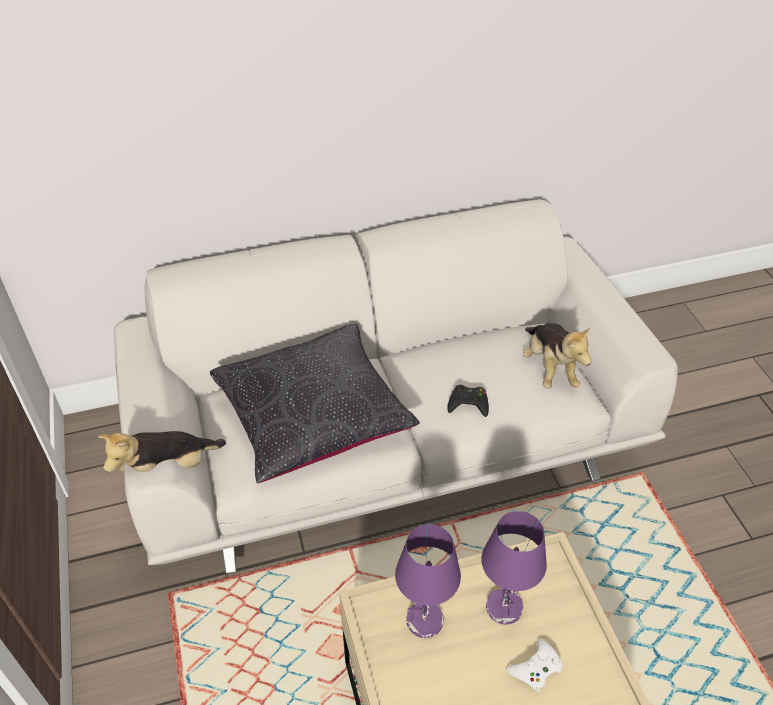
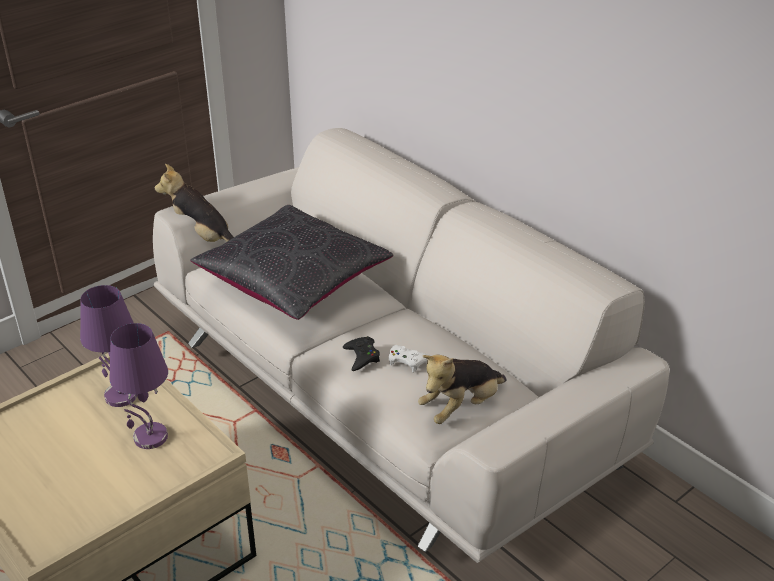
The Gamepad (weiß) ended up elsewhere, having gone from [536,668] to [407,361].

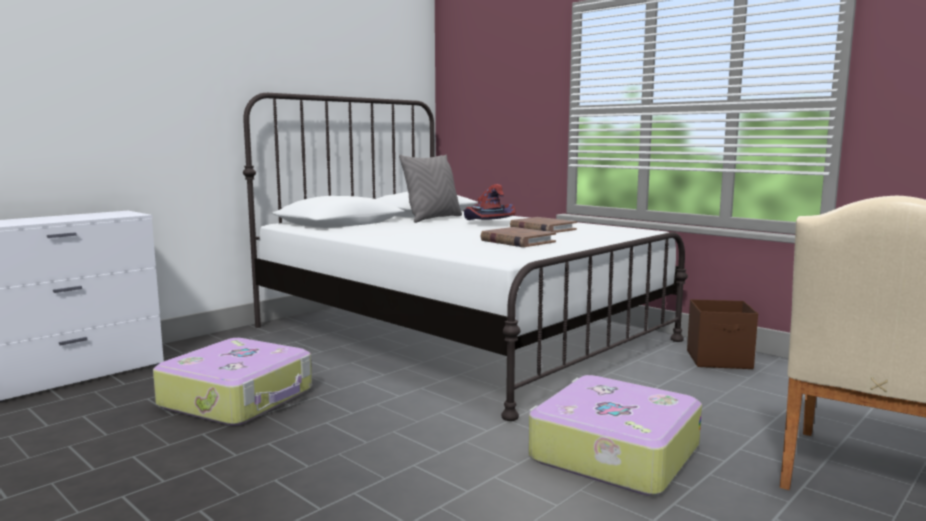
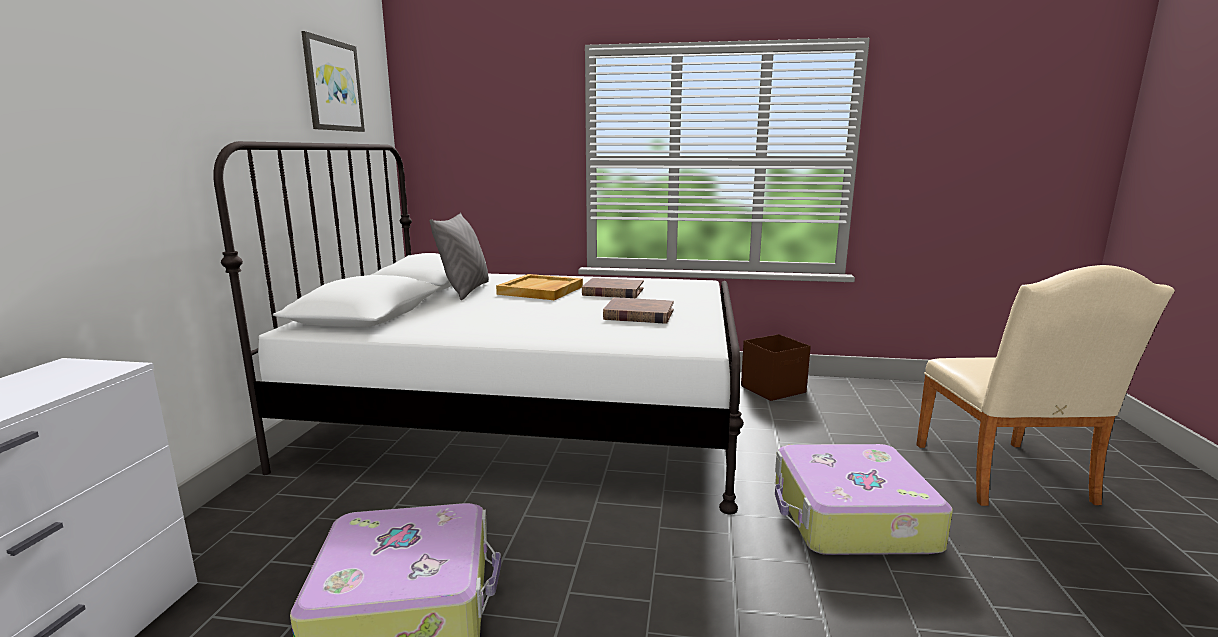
The second view gained the Bild at [333,85]. Where the Hut (rot) stood at [487,223], the Tablett (beige) came to stand at [541,290].

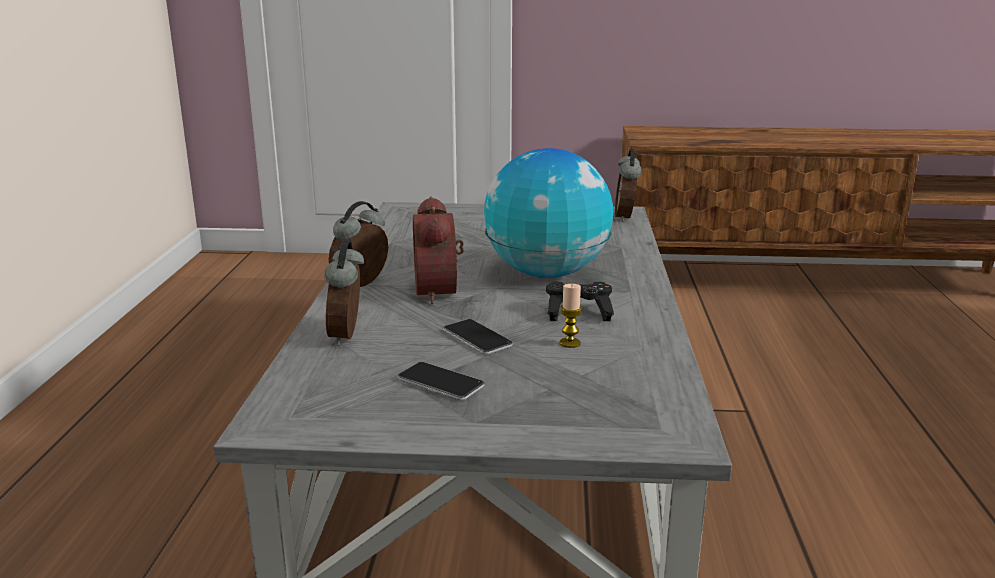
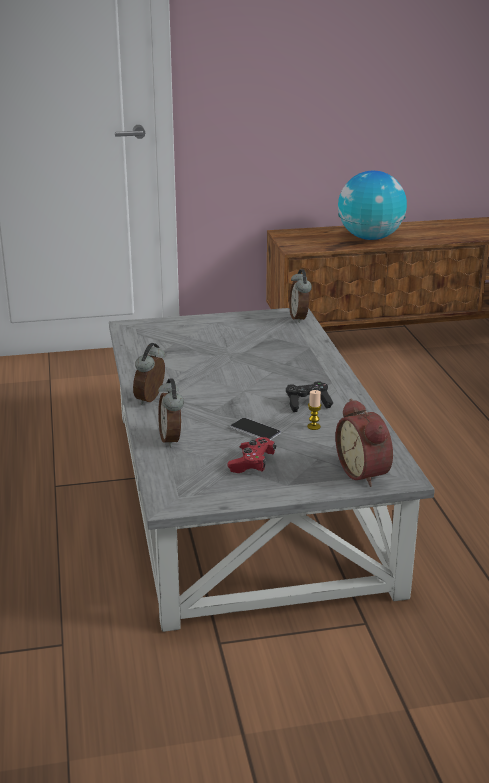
The Wecker ended up elsewhere, having gone from [441,291] to [365,472]. The Globus ended up elsewhere, having gone from [547,273] to [370,238]. Where the Handy stood at [440,383], the Gamepad (rot) came to stand at [252,463].

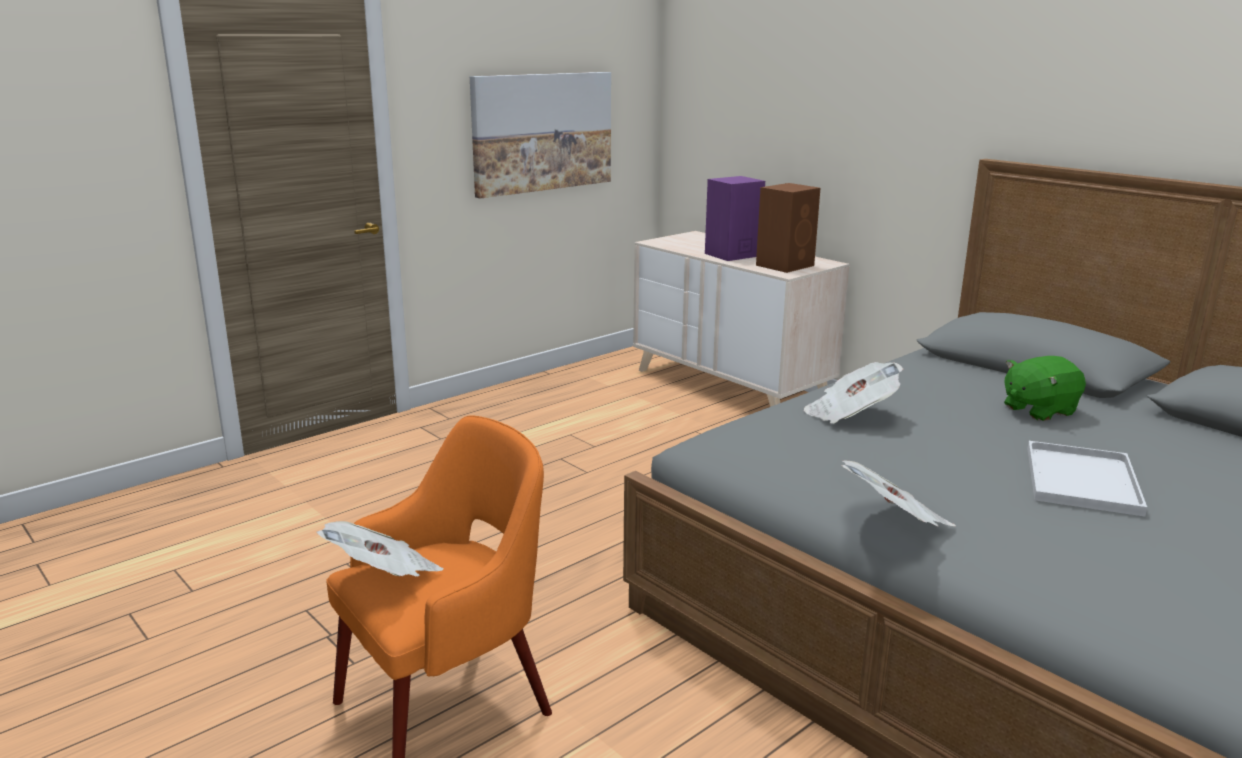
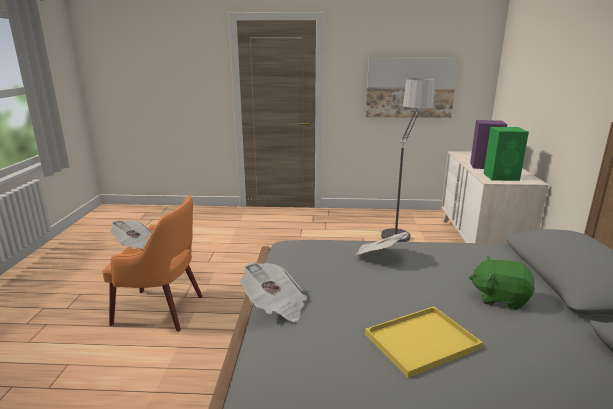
The second view gained the Stehlampe at [400,229]. What was the Lautsprecher (braun) at [786,265] turned into the Lautsprecher (grün) at [502,177]. What was the Tablett (weiß) at [1080,478] turned into the Tablett (gelb) at [422,340].

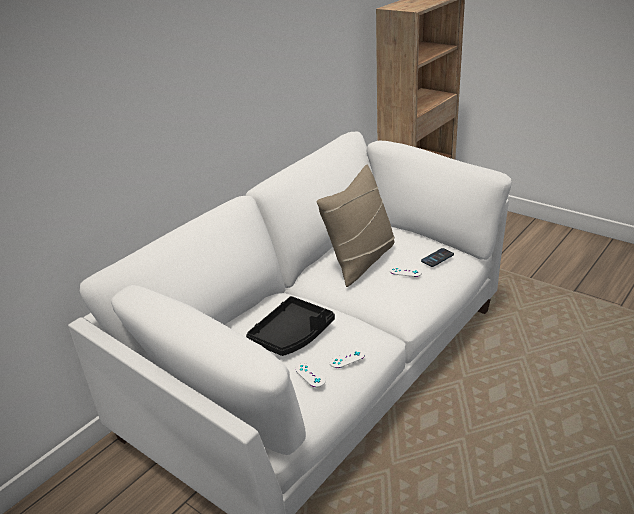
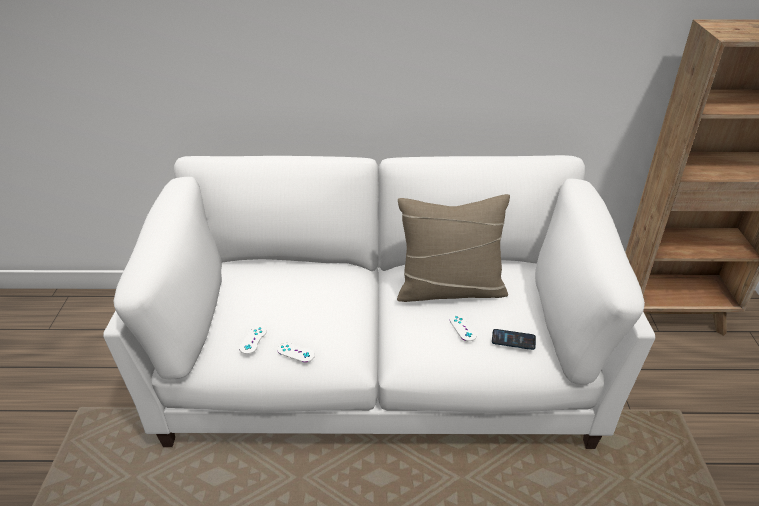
The second view lost the Tablett (schwarz) at [292,335].

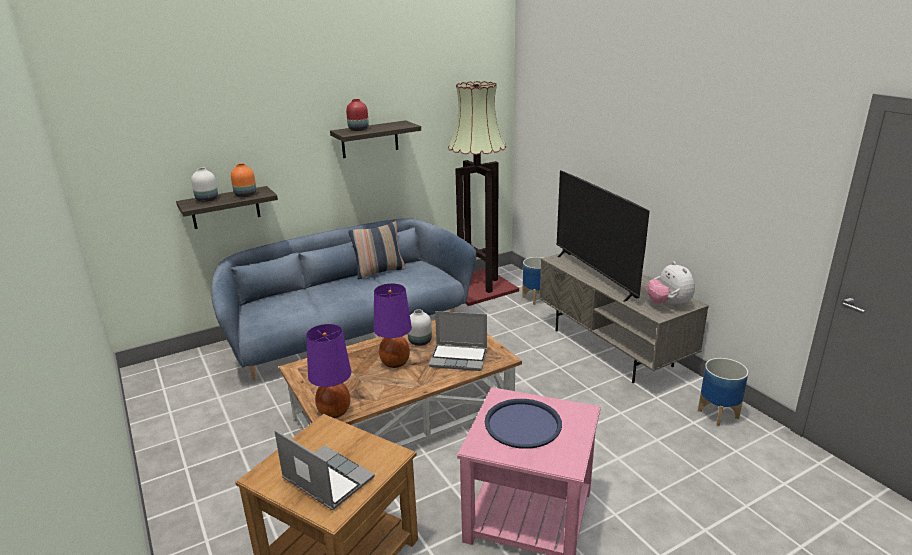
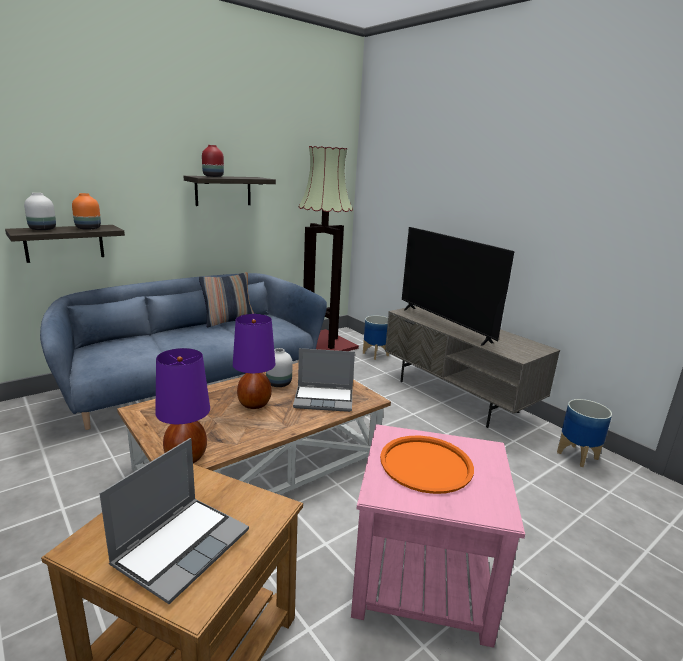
The second view lost the Plüschtier at [668,304]. What was the Tablett (blau) at [523,424] turned into the Tablett (orange) at [426,464]. The Laptop at [326,479] ended up facing another way, 90 degrees clockwise from before.

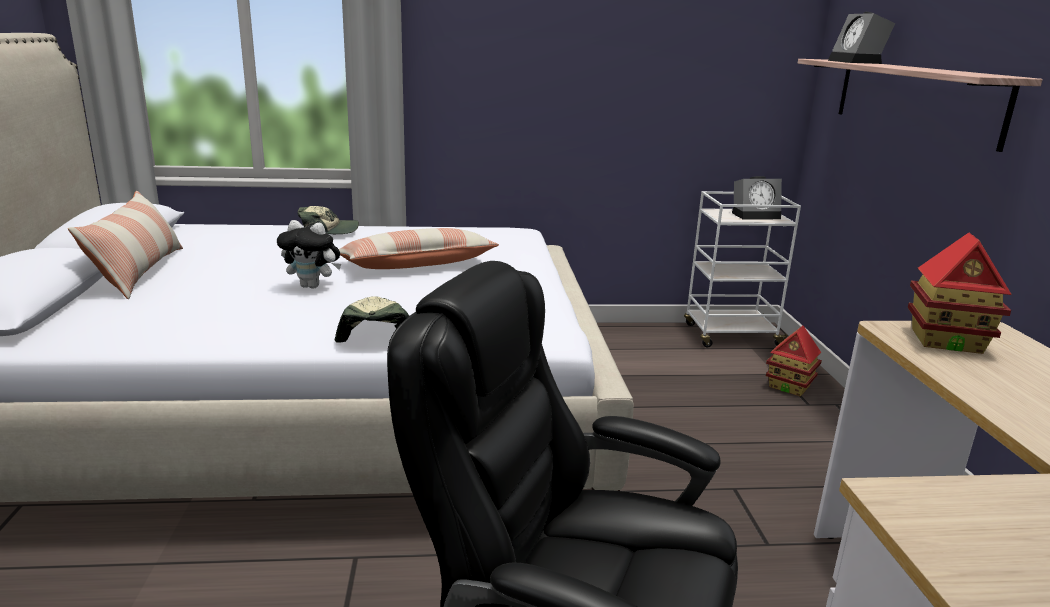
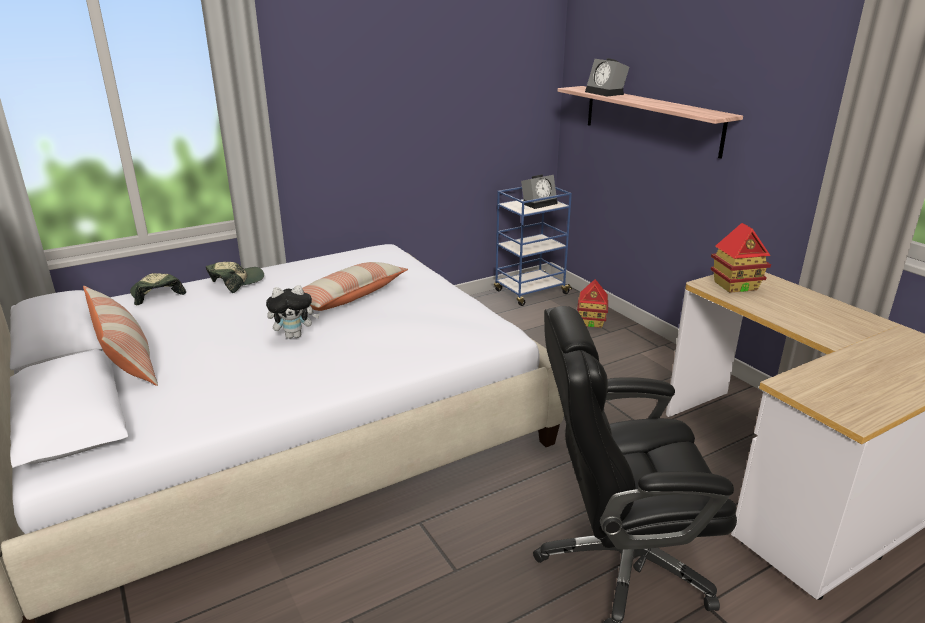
The Kappe ended up elsewhere, having gone from [375,330] to [156,294]. What was the Rollwagen (weiß) at [730,335] turned into the Rollwagen (blau) at [530,292].

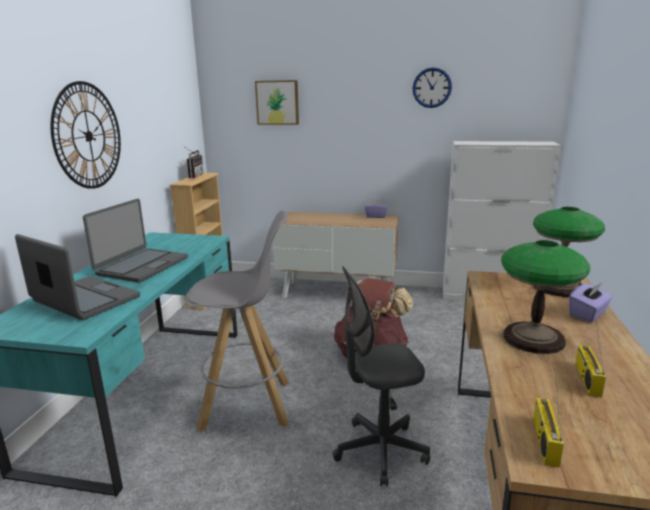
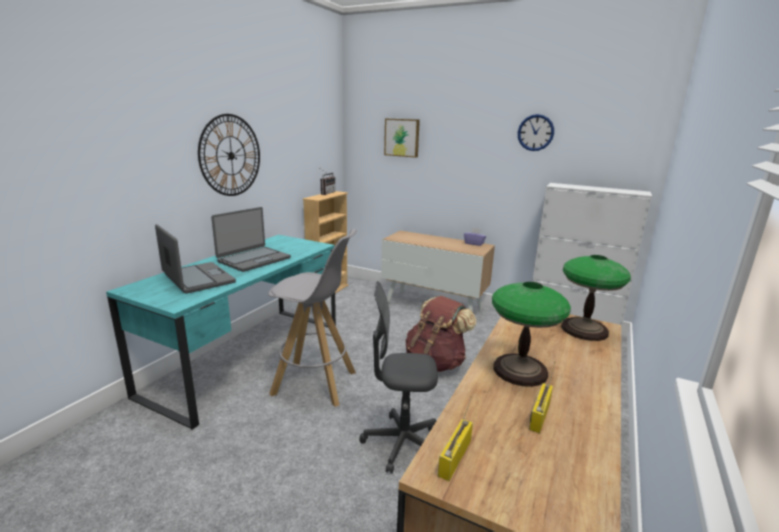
The second view lost the Taschentuchbox (lila) at [588,314].

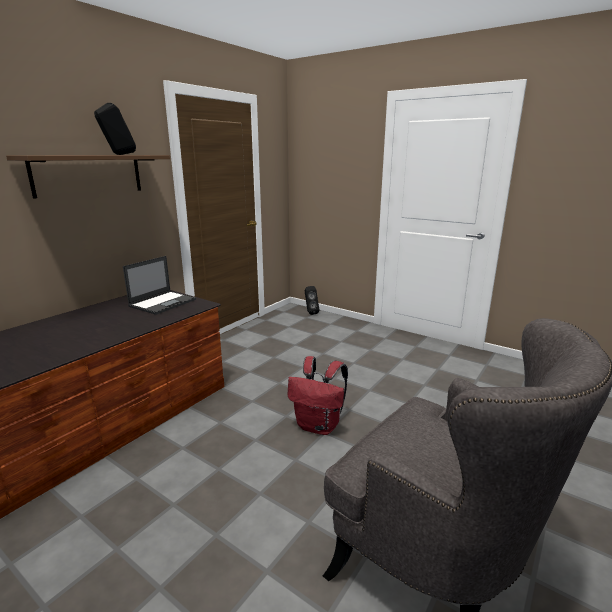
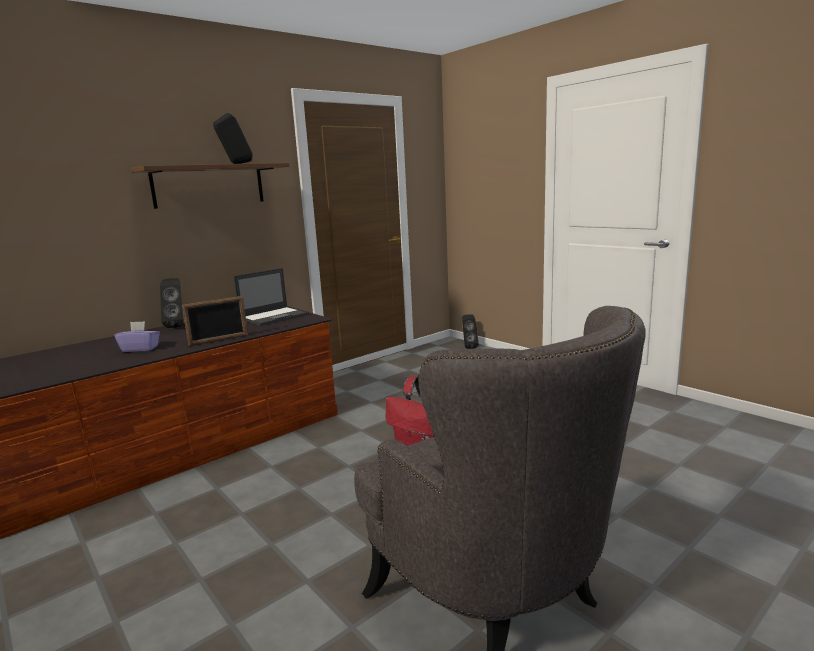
The second view gained the Taschentuchbox (lila) at [140,349]. The second view gained the Lautsprecher (schwarz) at [177,326]. The second view gained the Bilderrahmen at [219,340].

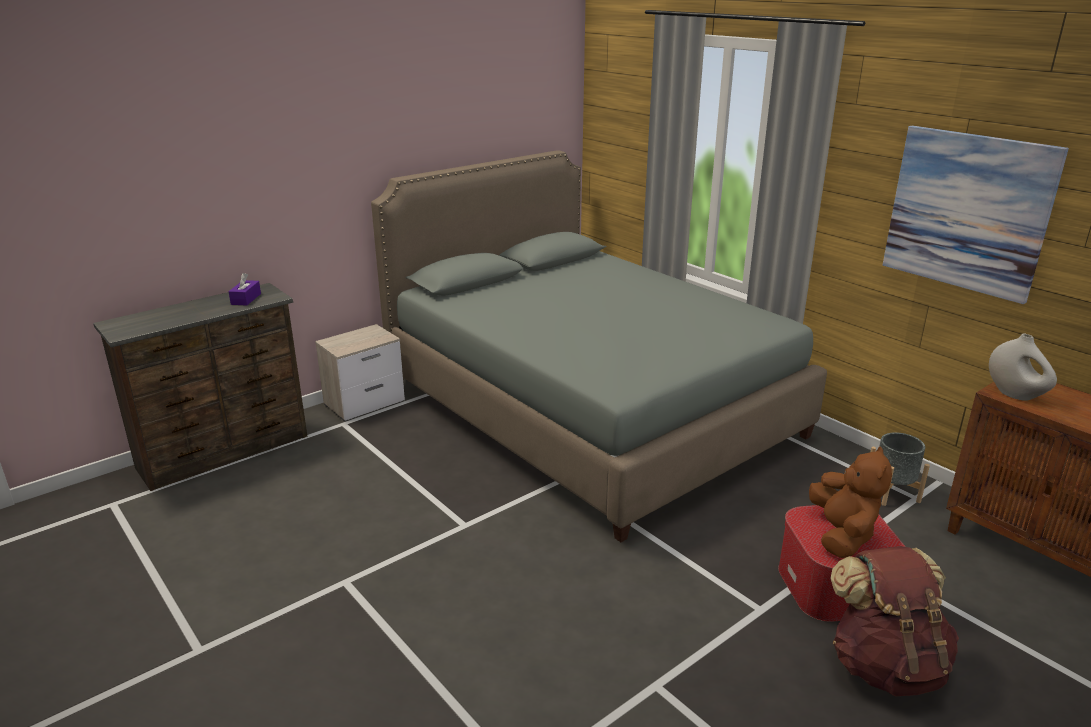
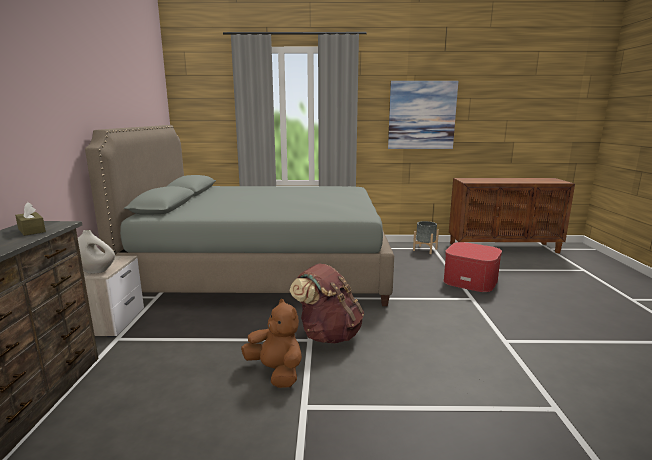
The Plüschtier (braun) ended up elsewhere, having gone from [842,535] to [276,372]. The Rucksack (braun) ended up elsewhere, having gone from [885,665] to [328,335]. The Vase (weiß) ended up elsewhere, having gone from [1015,394] to [96,271]. What was the Taschentuchbox (lila) at [246,299] turned into the Taschentuchbox (braun) at [31,230].

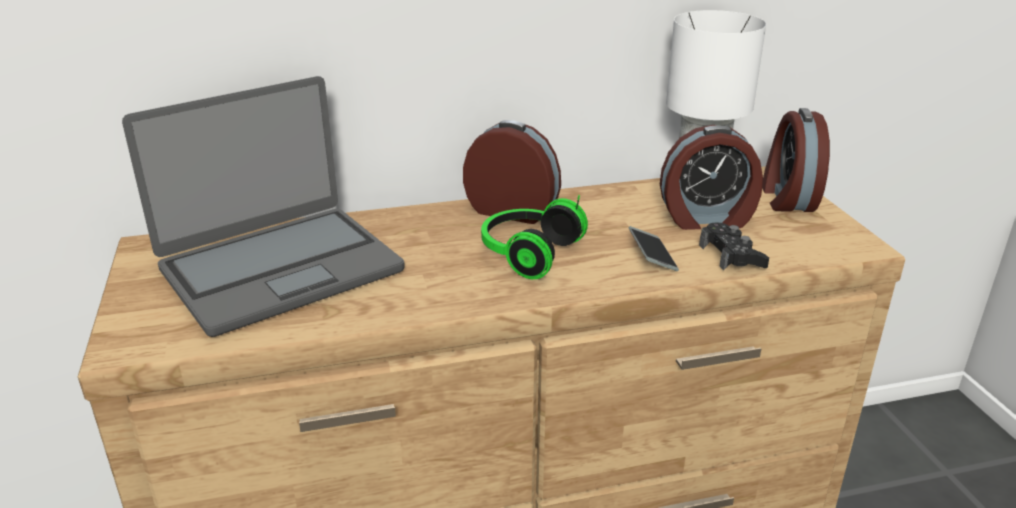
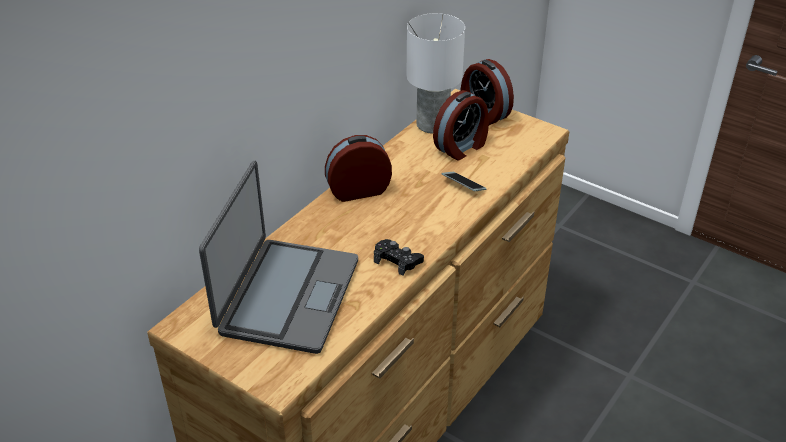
The second view lost the Kopfhörer at [527,253]. The Gamepad (schwarz) ended up elsewhere, having gone from [732,255] to [397,260].

